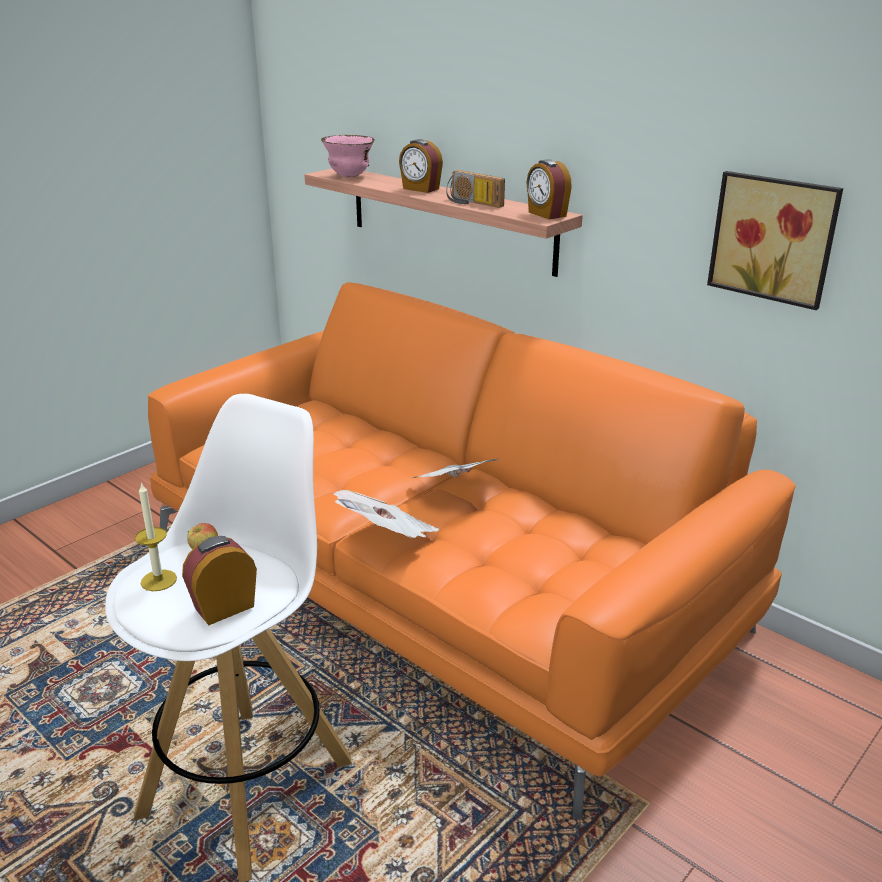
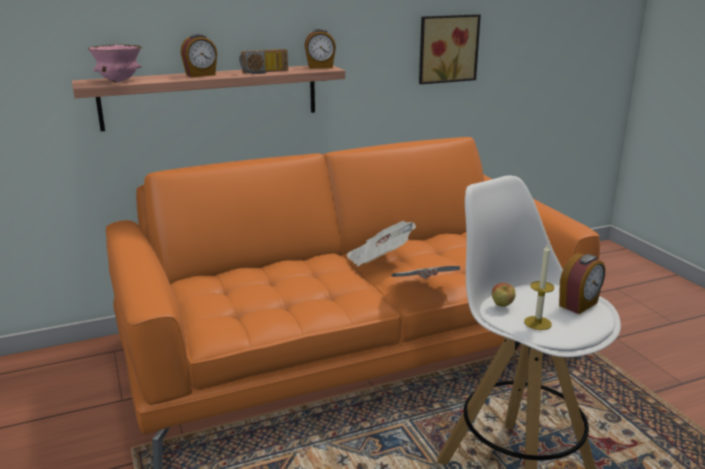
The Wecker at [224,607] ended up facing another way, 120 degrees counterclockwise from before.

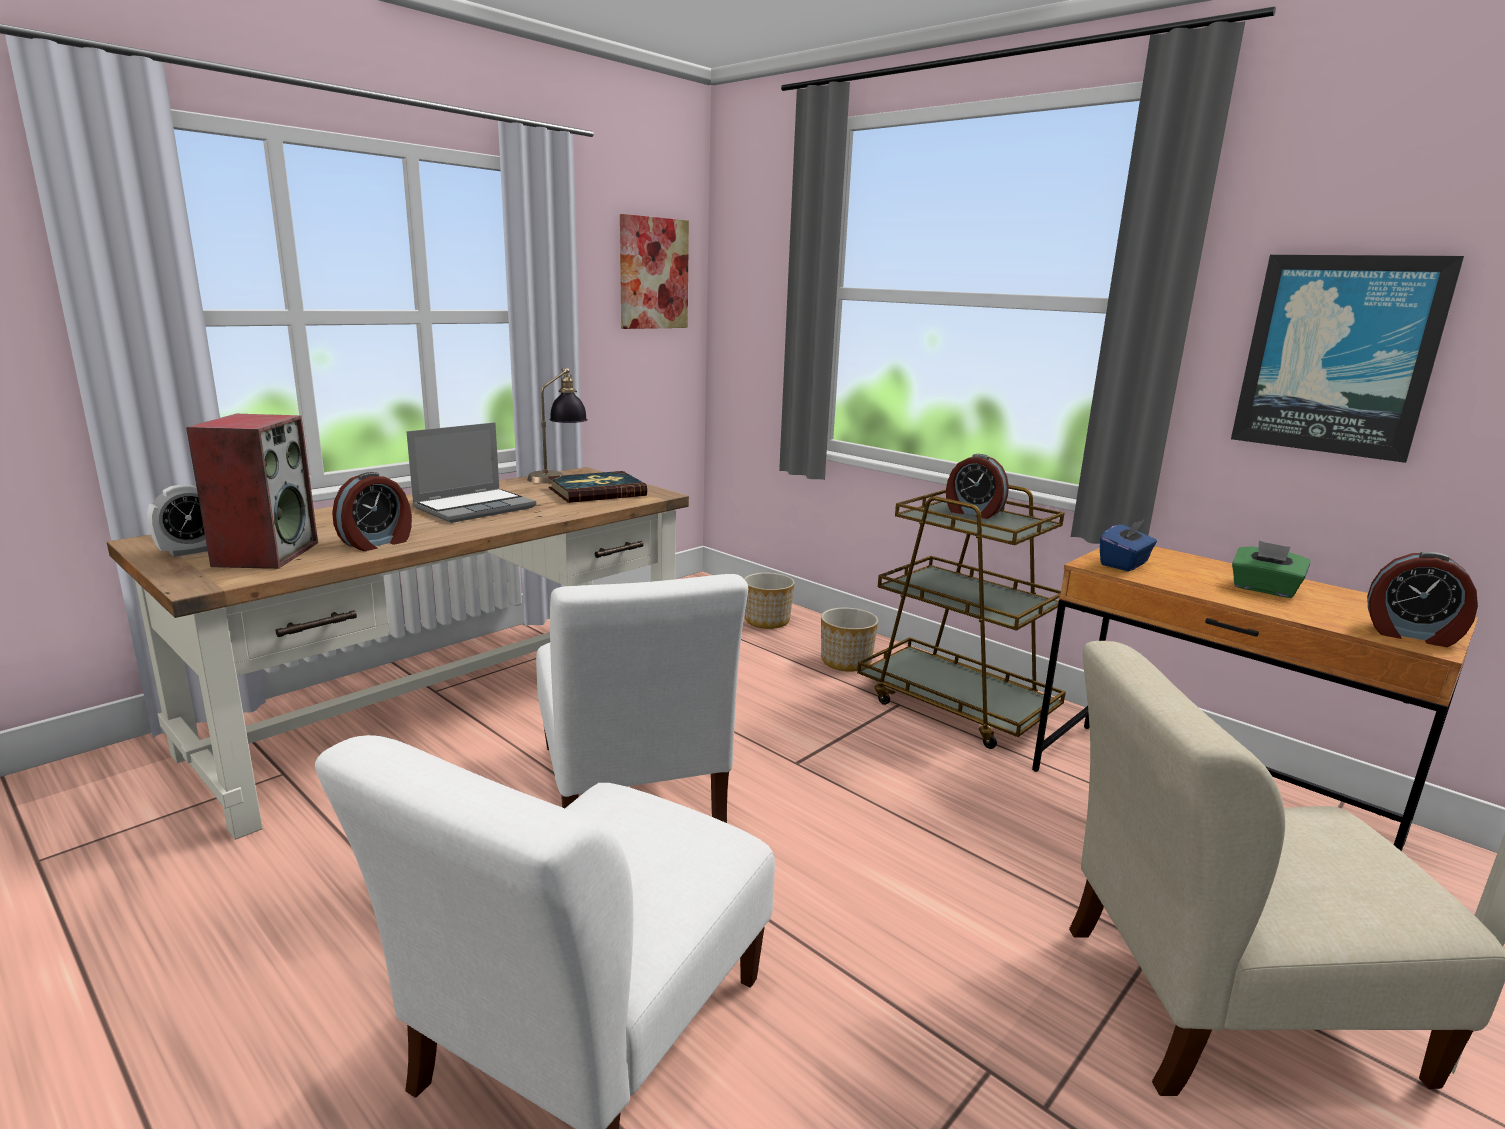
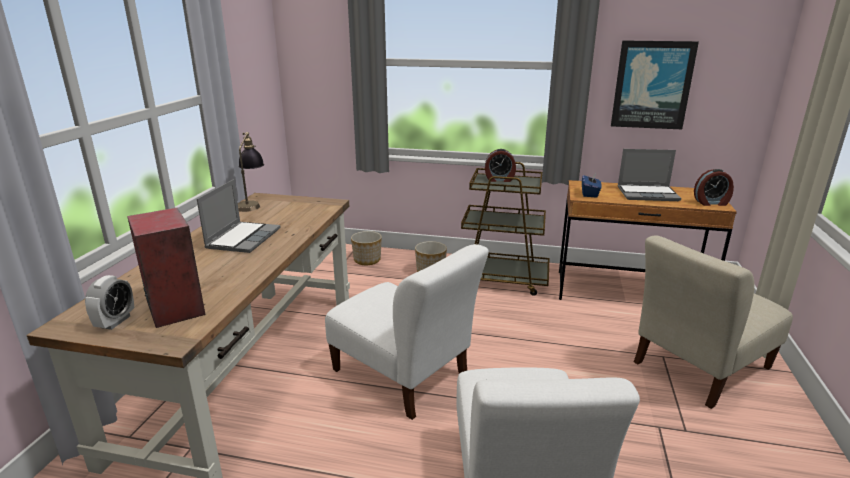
The second view lost the Wecker at [377,543]. The second view lost the Buch at [597,491]. The second view lost the Bild at [653,273]. Where the Taschentuchbox (grün) stood at [1264,589], the Laptop came to stand at [648,194].

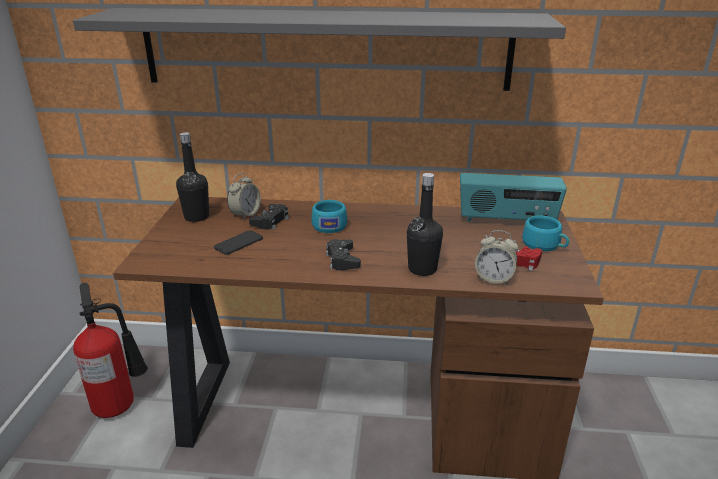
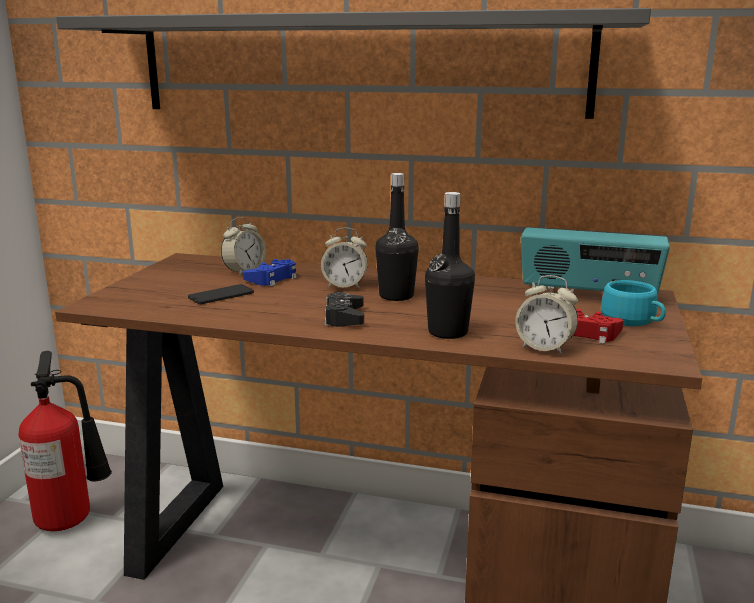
The Flasche (schwarz) ended up elsewhere, having gone from [196,217] to [396,296]. Where the Tasse (türkis) stood at [329,225], the Wecker came to stand at [345,286]. What was the Gamepad (schwarz) at [270,221] turned into the Gamepad (blau) at [272,279].

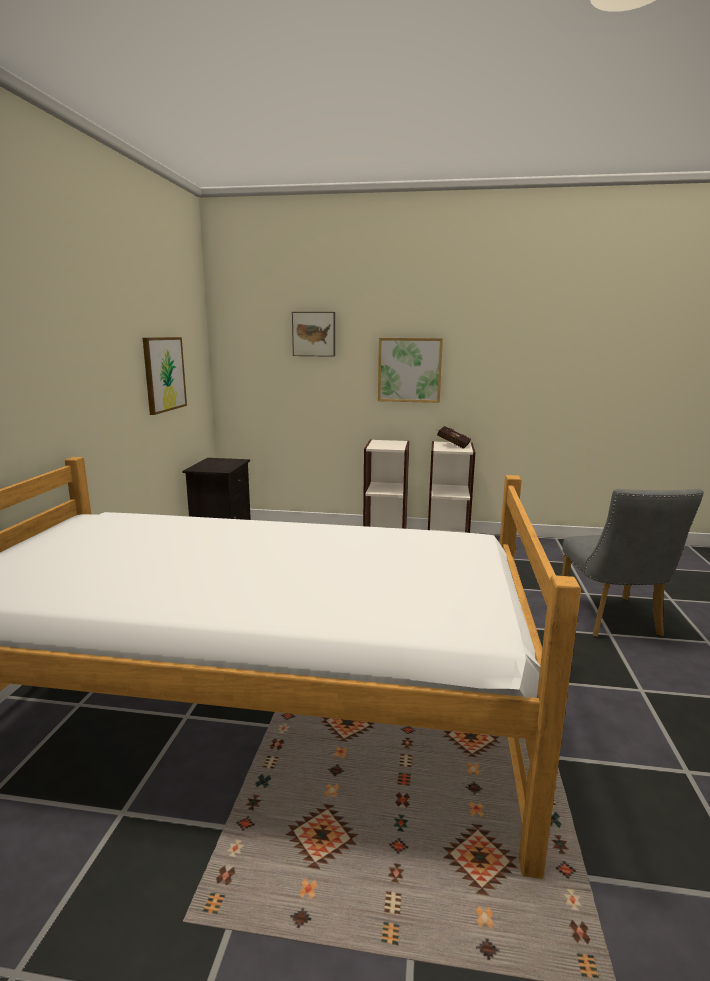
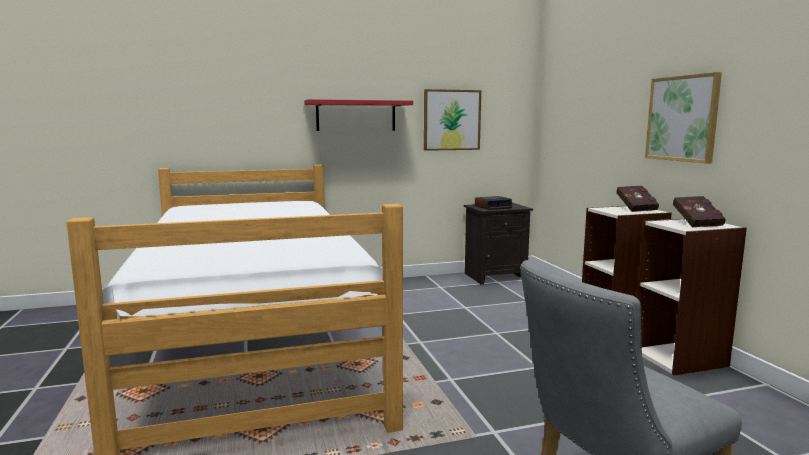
The second view lost the Bild at [314,334]. The second view gained the Wandregal (rot) at [356,116]. The second view gained the Wecker at [493,207]. The second view gained the Buch (rot) at [635,208].

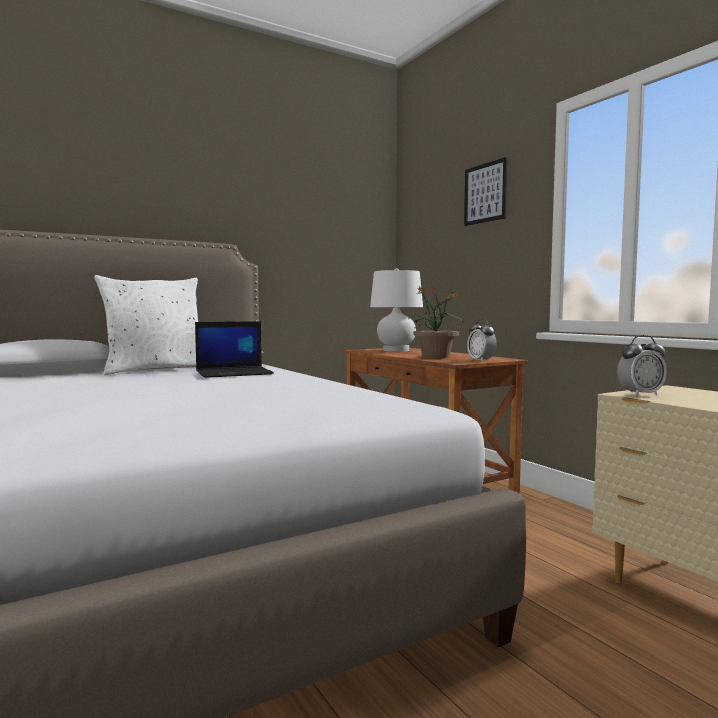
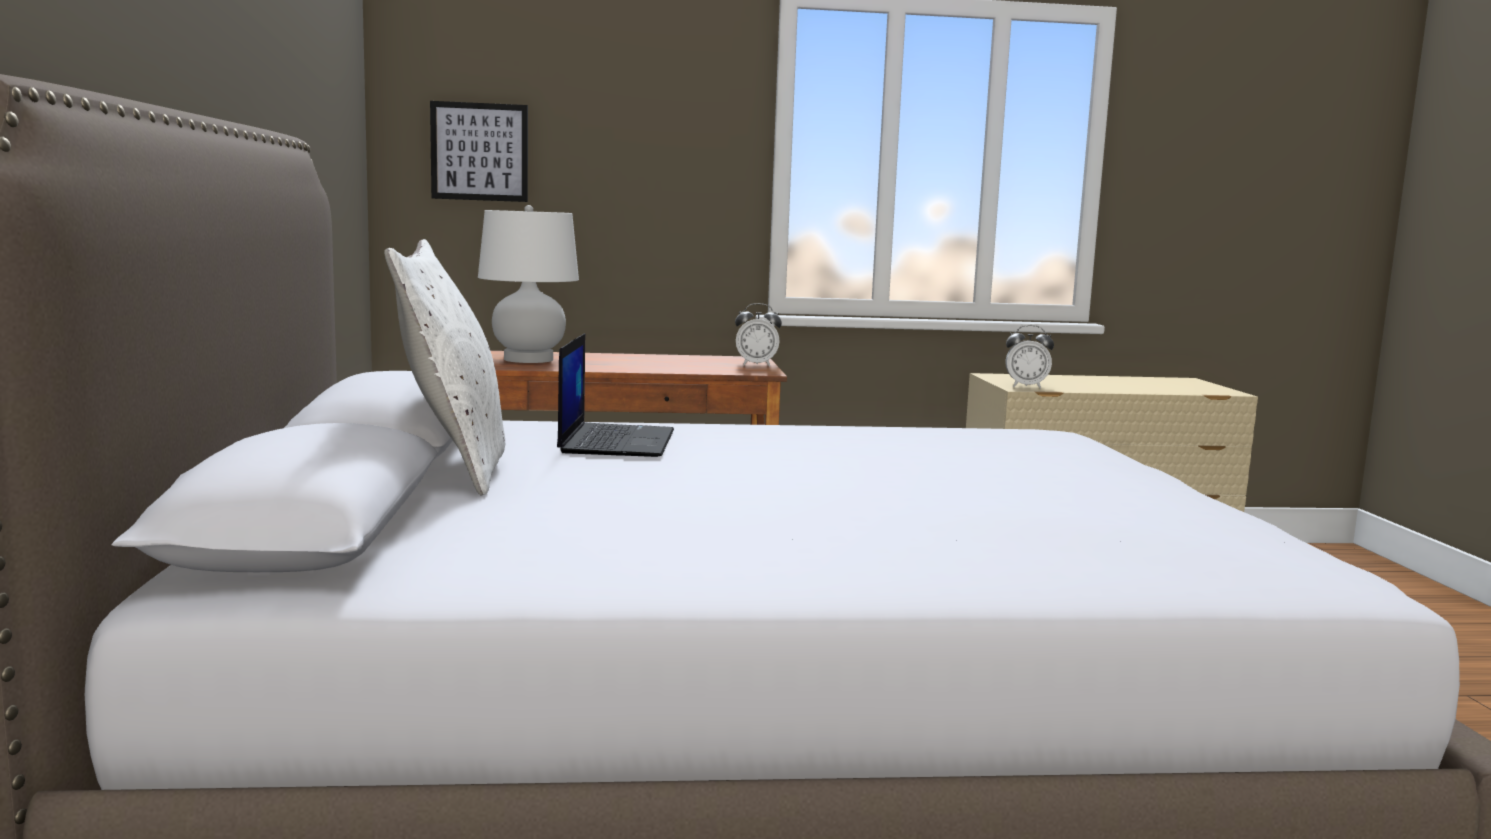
The second view lost the Topfpflanze at [435,357]. The Bild ended up elsewhere, having gone from [485,193] to [479,152]. The Wecker at [640,394] ended up facing another way, 90 degrees clockwise from before.

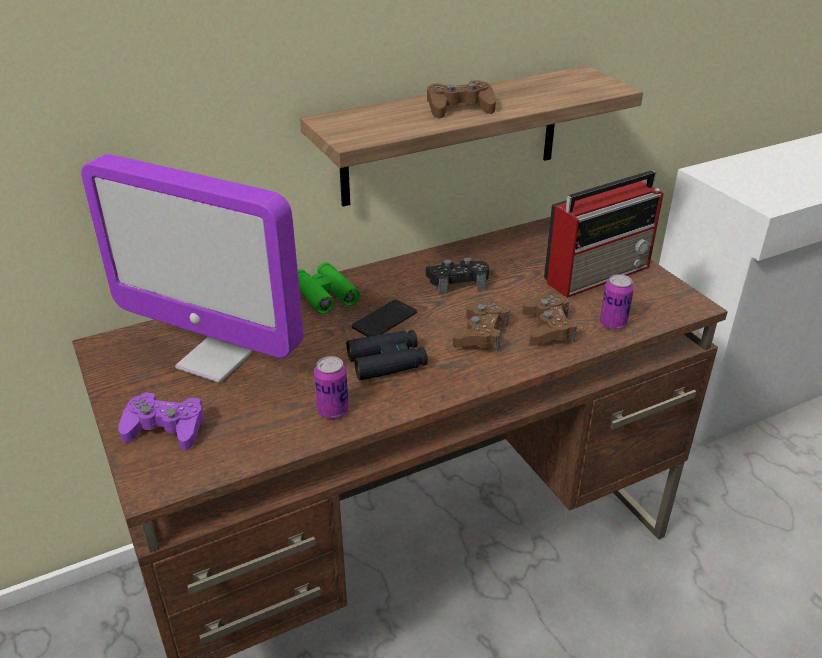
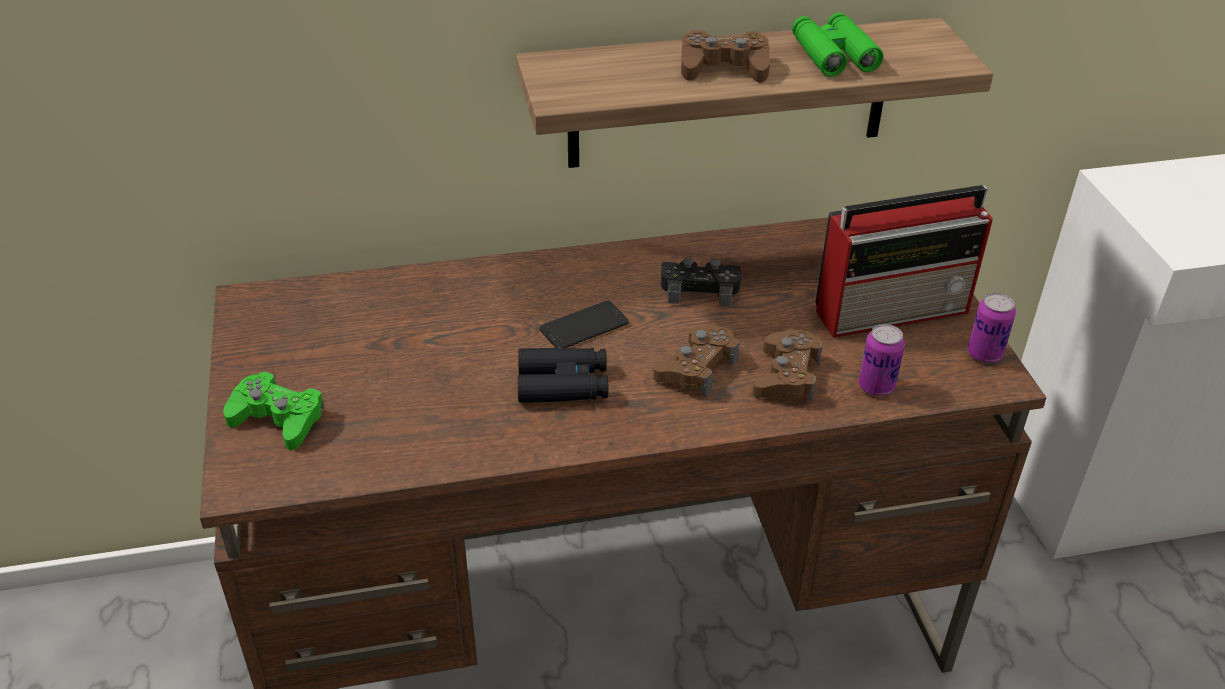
The second view lost the Monitor at [216,359]. The Fernglas (grün) ended up elsewhere, having gone from [325,294] to [833,55]. The Dose ended up elsewhere, having gone from [333,411] to [984,354]. What was the Gamepad (lila) at [165,428] turned into the Gamepad (grün) at [278,419].

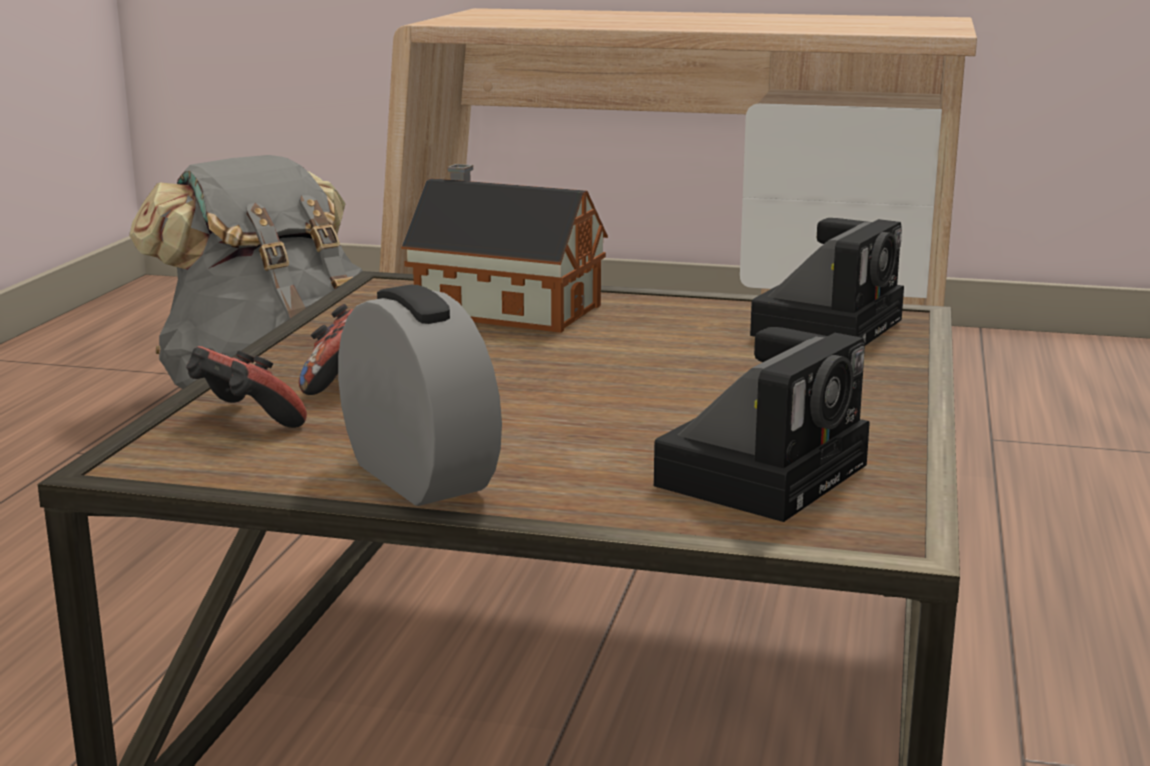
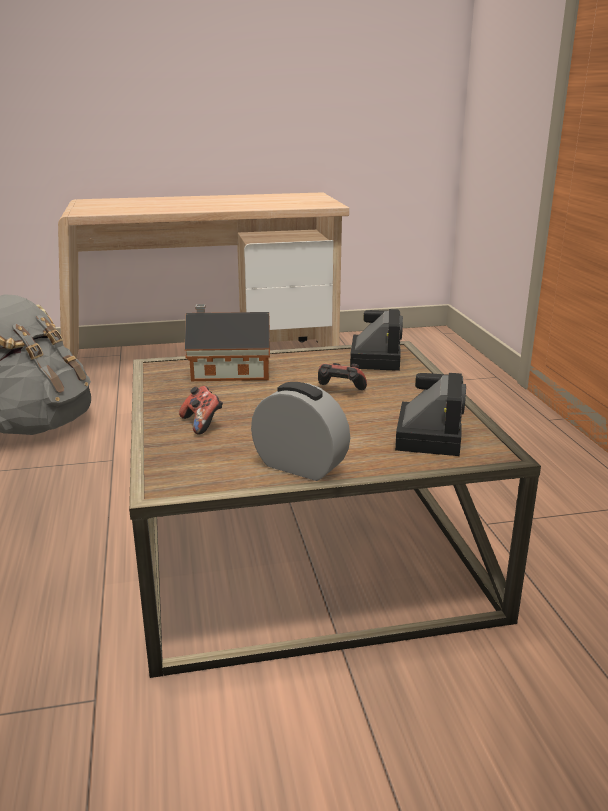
The Gamepad ended up elsewhere, having gone from [244,422] to [340,391].

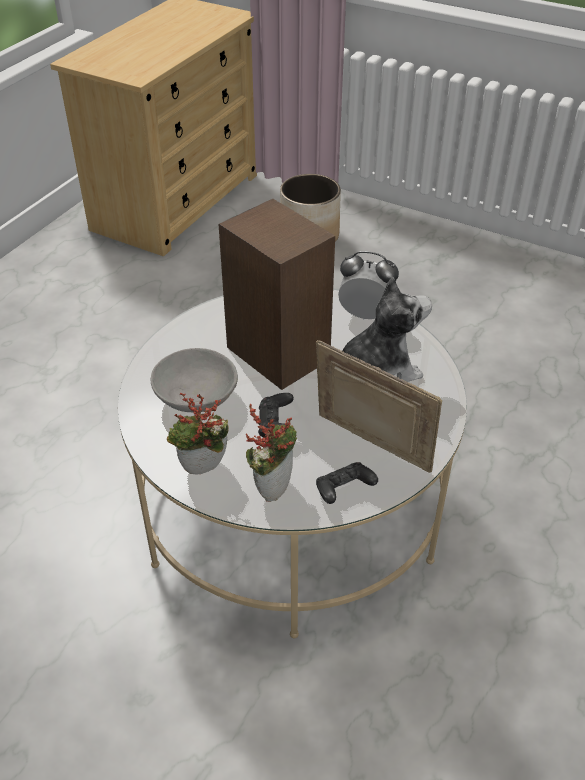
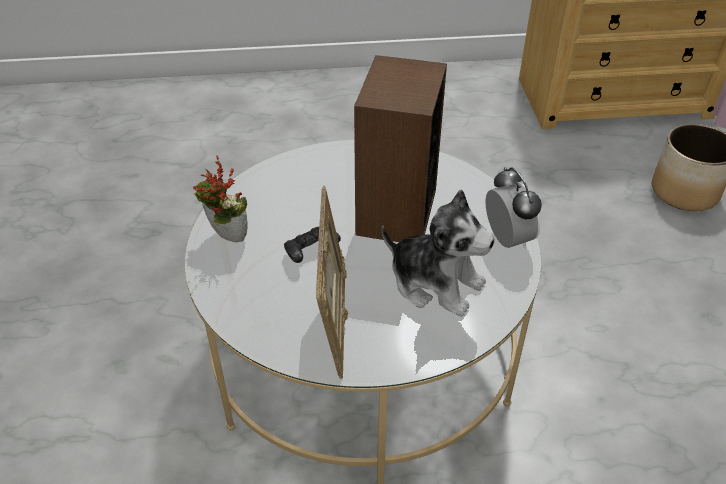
The second view lost the Schüssel (grau) at [196,398]. The second view lost the Topfpflanze at [272,486]. The second view lost the Gamepad (schwarz) at [343,491].

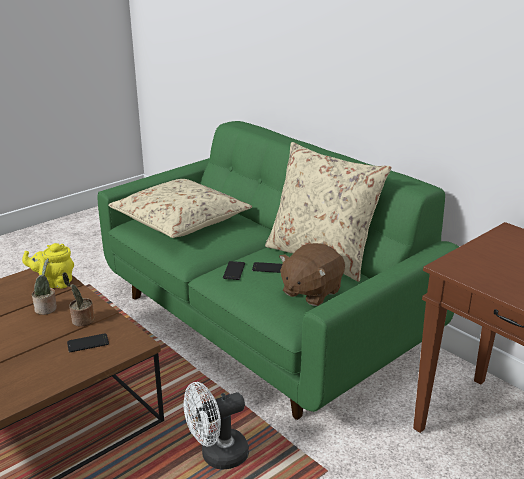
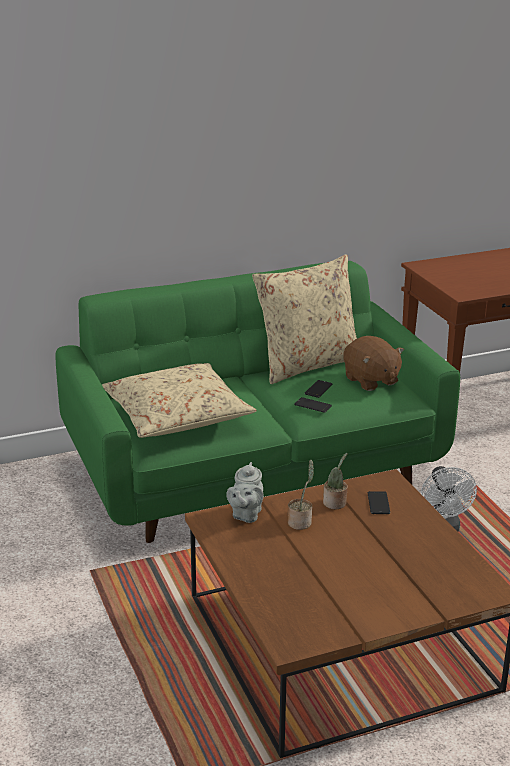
What was the Teekanne (gelb) at [54,283] turned into the Teekanne (grau) at [246,515].

